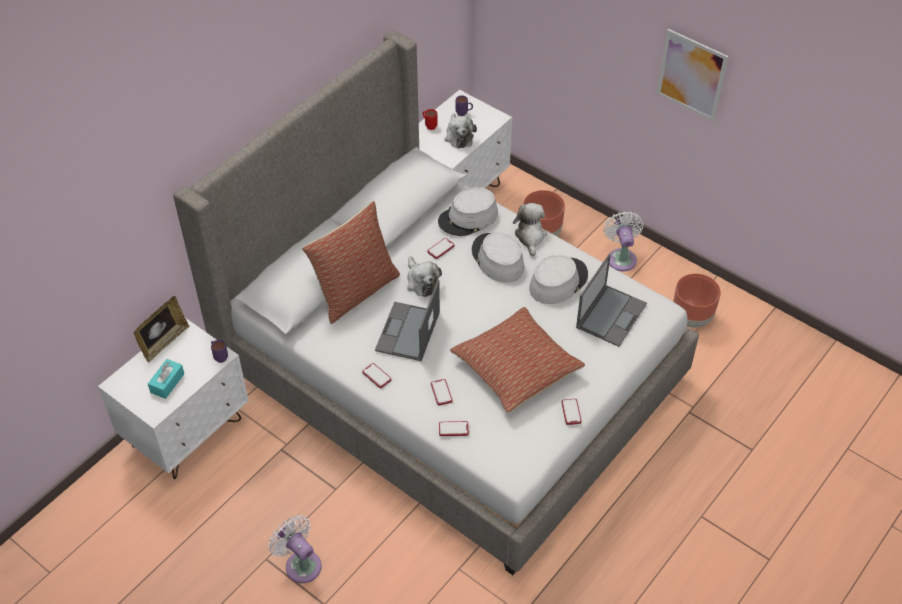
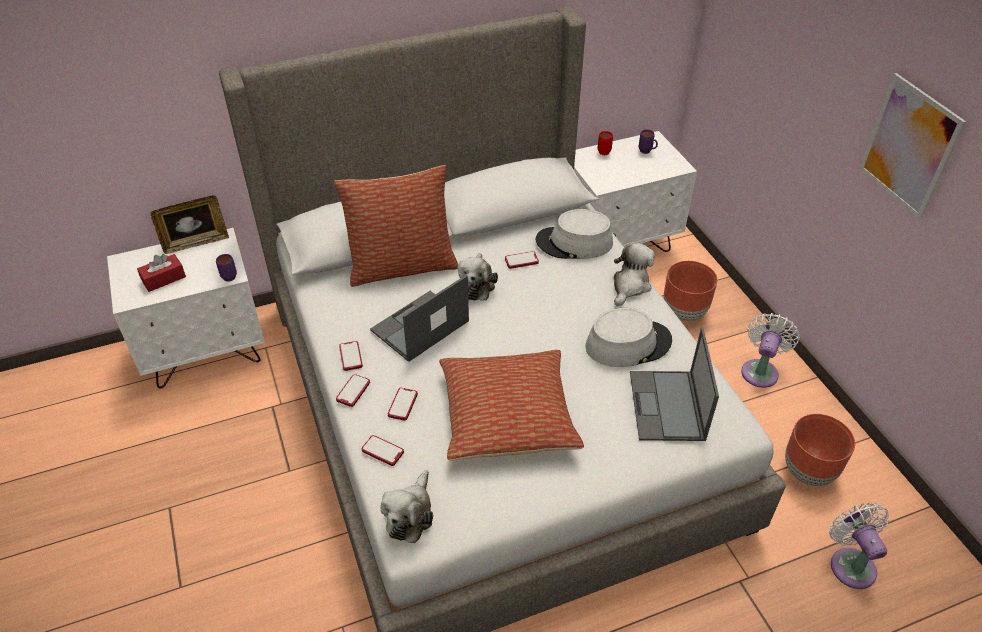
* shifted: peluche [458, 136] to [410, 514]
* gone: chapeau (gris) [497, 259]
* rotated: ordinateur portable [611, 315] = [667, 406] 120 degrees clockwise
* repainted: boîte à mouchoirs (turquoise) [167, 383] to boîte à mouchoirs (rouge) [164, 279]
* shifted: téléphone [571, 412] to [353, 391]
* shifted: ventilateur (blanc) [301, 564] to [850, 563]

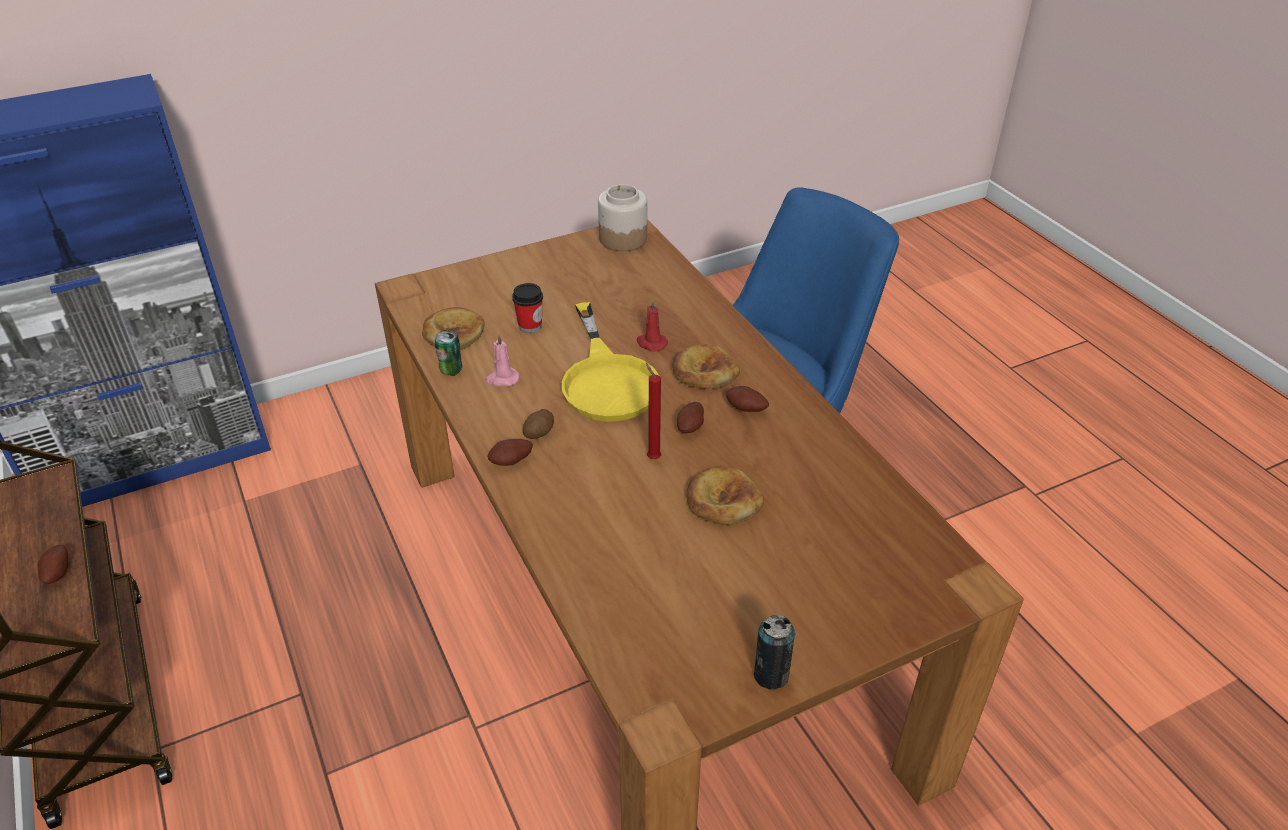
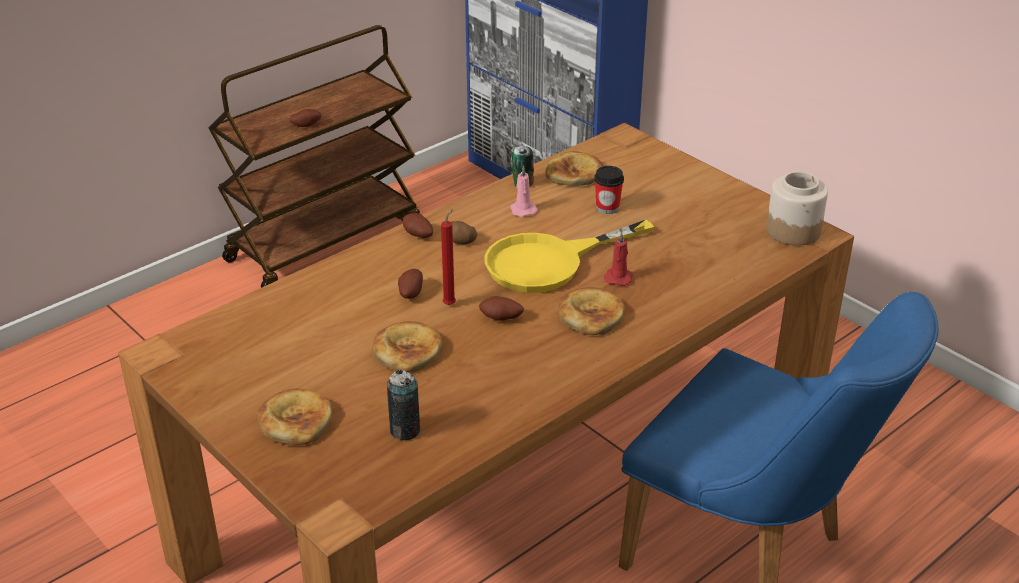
* shifted: pomme de terre [745, 409] to [410, 293]
* shifted: boîte métallique [771, 675] to [405, 431]
* new: pain [295, 421]

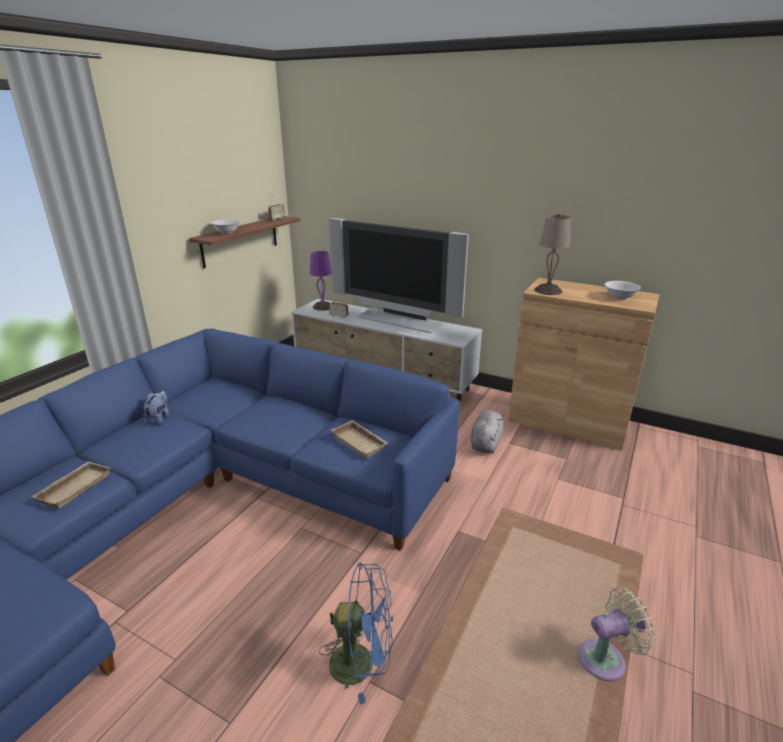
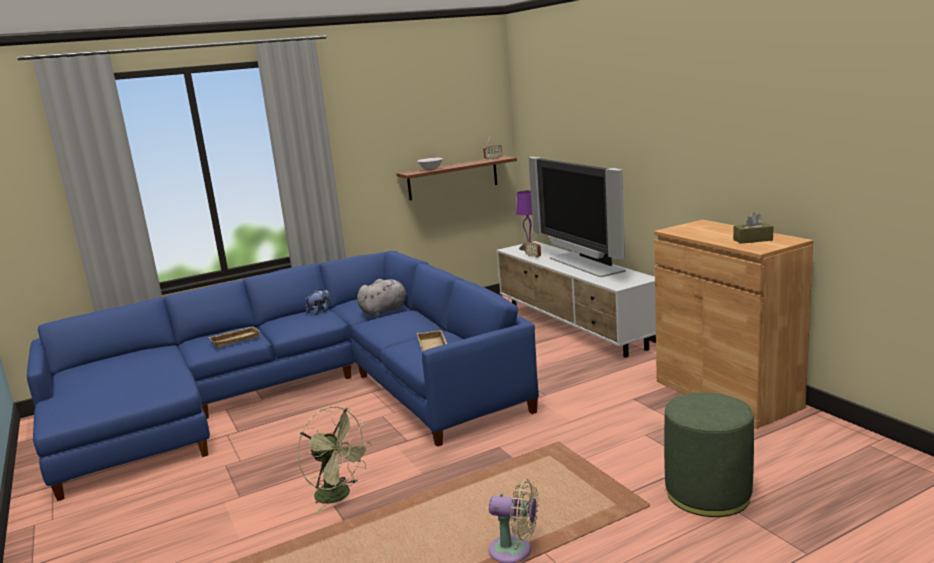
* gone: lampe de table (beige) [547, 290]
* swapped: bol (blanc) [619, 297] to boîte à mouchoirs (marron) [752, 240]
* shifted: peluche (gris) [486, 442] to [385, 310]
* repainted: ventilateur (bleu) [362, 663] to ventilateur (vert) [339, 496]
* new: pouf (vert) [708, 493]

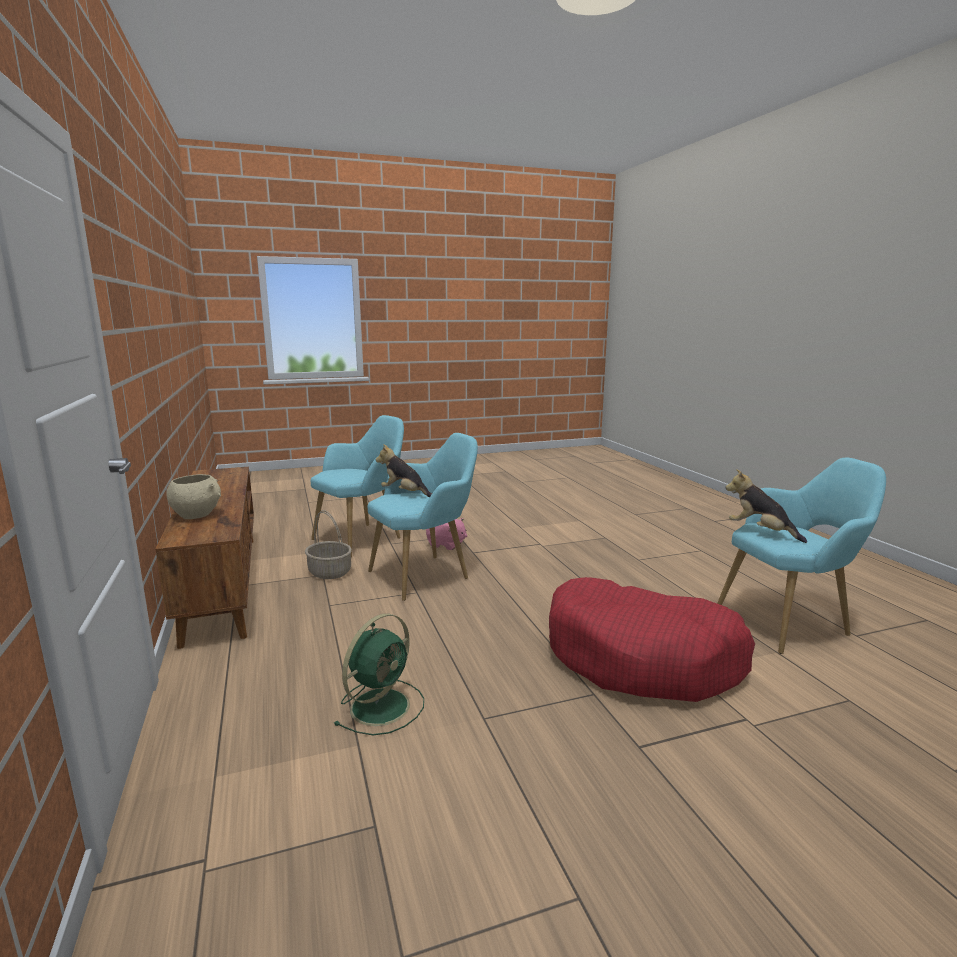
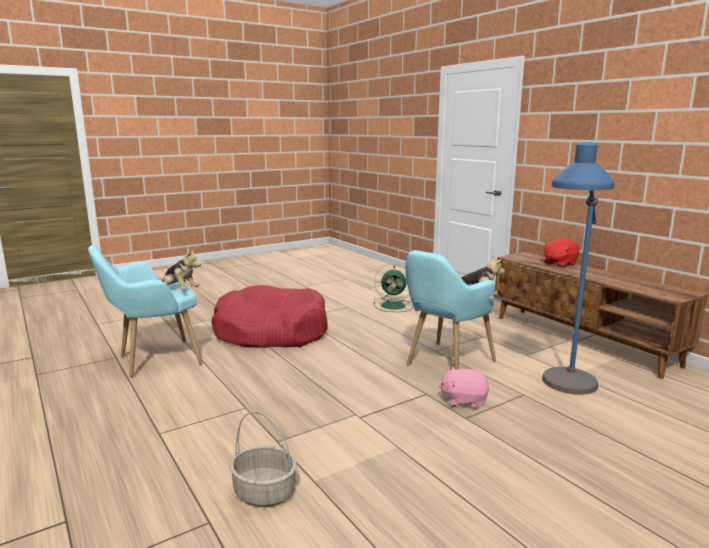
* swapped: fauteuil (turquoise) [363, 538] to lampadaire (bleu) [564, 398]
* swapped: bol (beige) [196, 515] to peluche (rouge) [559, 264]
* shifted: panier [330, 572] to [263, 492]
* rotated: ventilateur (vert) [382, 705] = [394, 306] 105 degrees counterclockwise

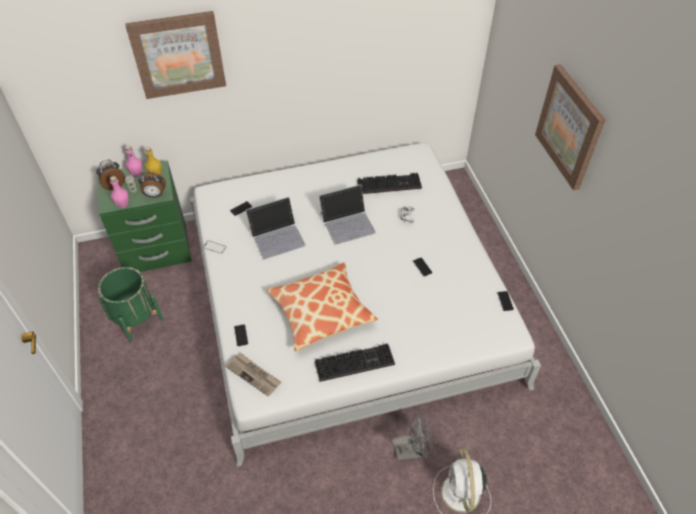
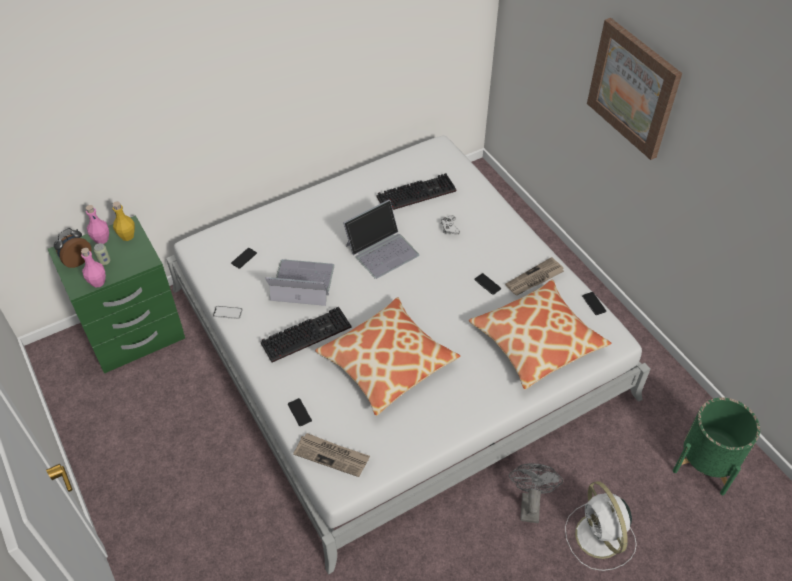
* gone: tableau [178, 54]
* gone: réveil [155, 195]
* rotated: ordinateur portable [277, 236] = [302, 283] 135 degrees counterclockwise
* shifted: cache-pot (vert) [136, 319] to [705, 463]
* shifted: clavier [355, 361] to [307, 333]
* rotated: ventilateur (gris) [412, 451] = [529, 503] 60 degrees counterclockwise
* new: journal [534, 279]
* new: coussin [537, 341]

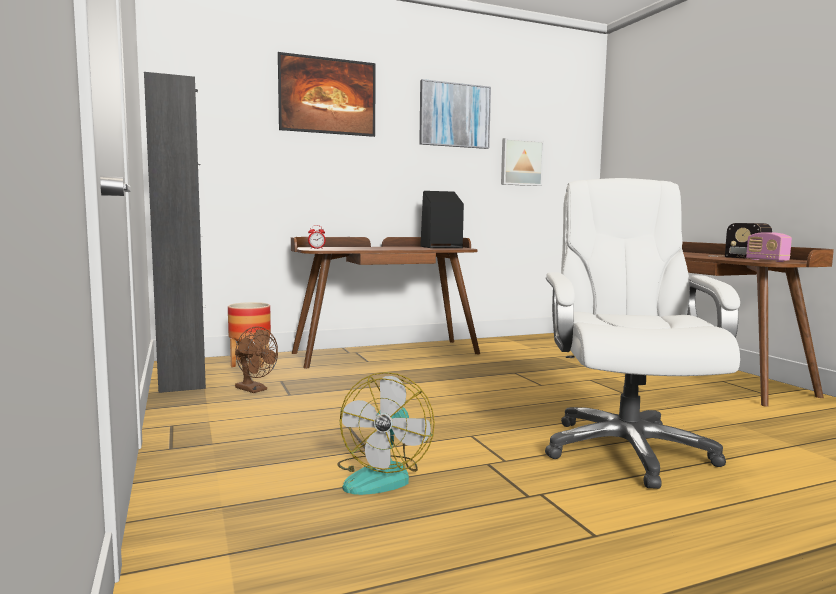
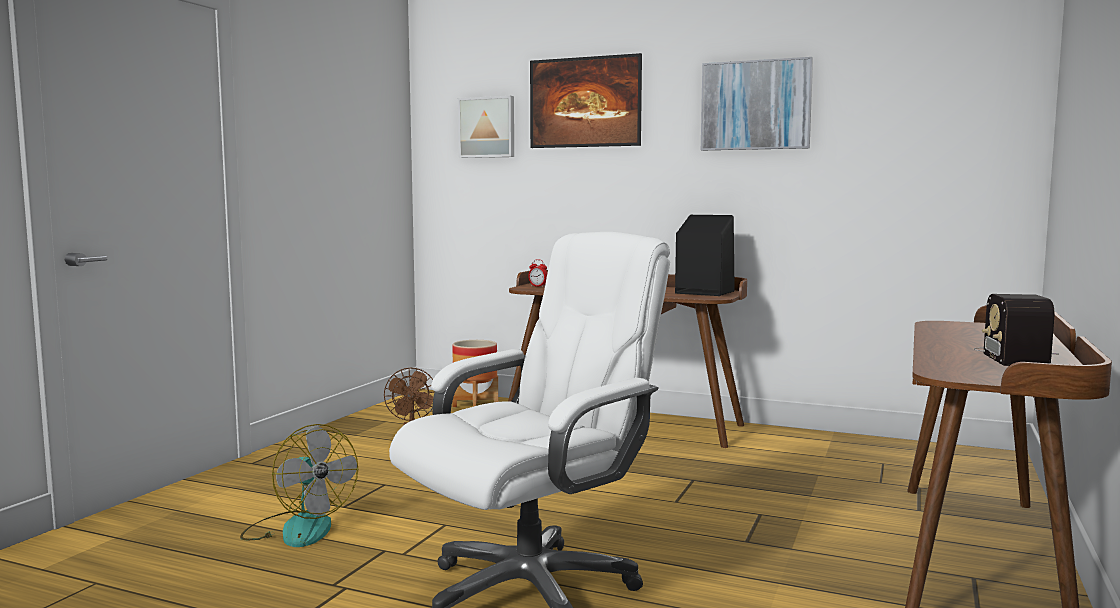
* gone: meuble de rangement (noir) [182, 378]
* shifted: tableau [521, 162] to [487, 127]
* gone: radio [767, 260]
* rotated: ventilateur [382, 475] = [298, 528] 105 degrees counterclockwise

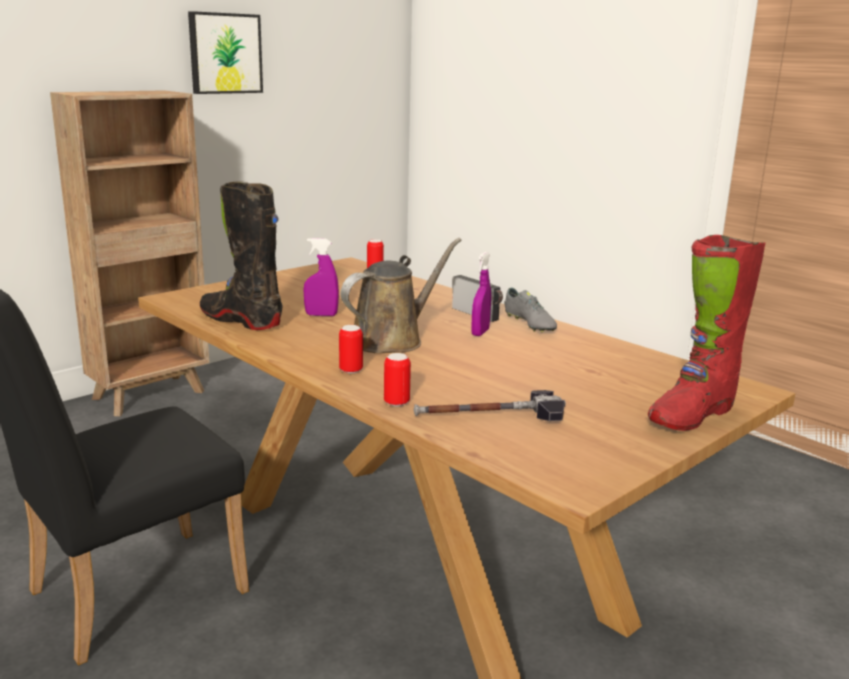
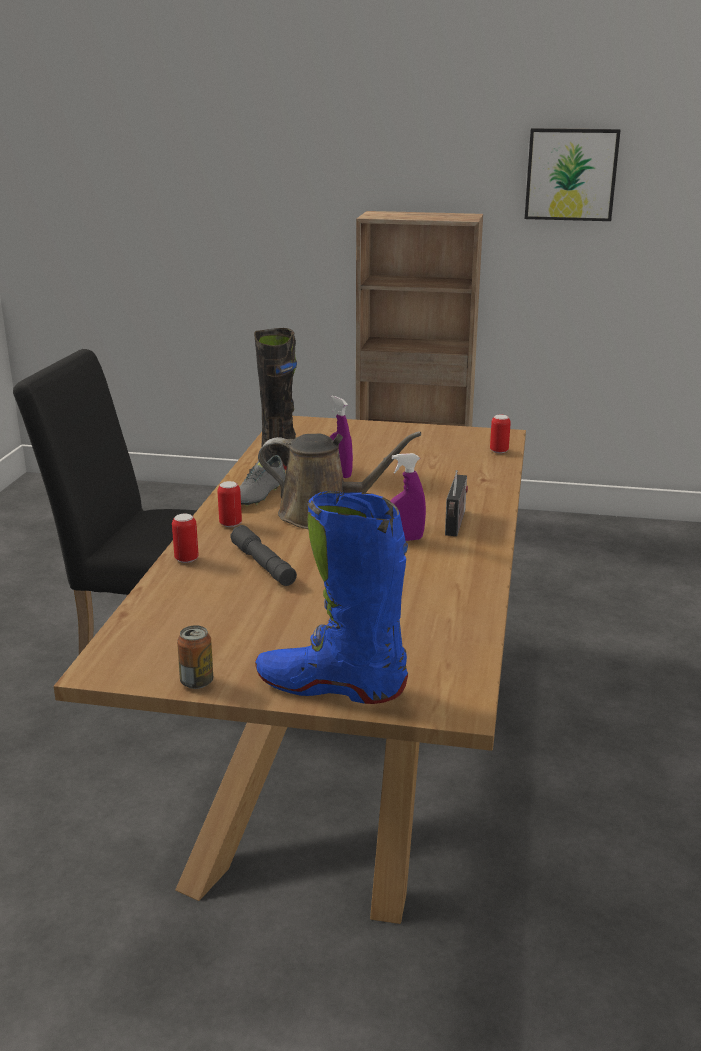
* repainted: botte (rouge) [692, 415] to botte (bleu) [331, 686]
* shifted: chaussure (gris) [529, 324] to [258, 495]
* gone: marteau [490, 416]
* new: lampe de poche (gris) [263, 565]
* new: boîte métallique [197, 682]

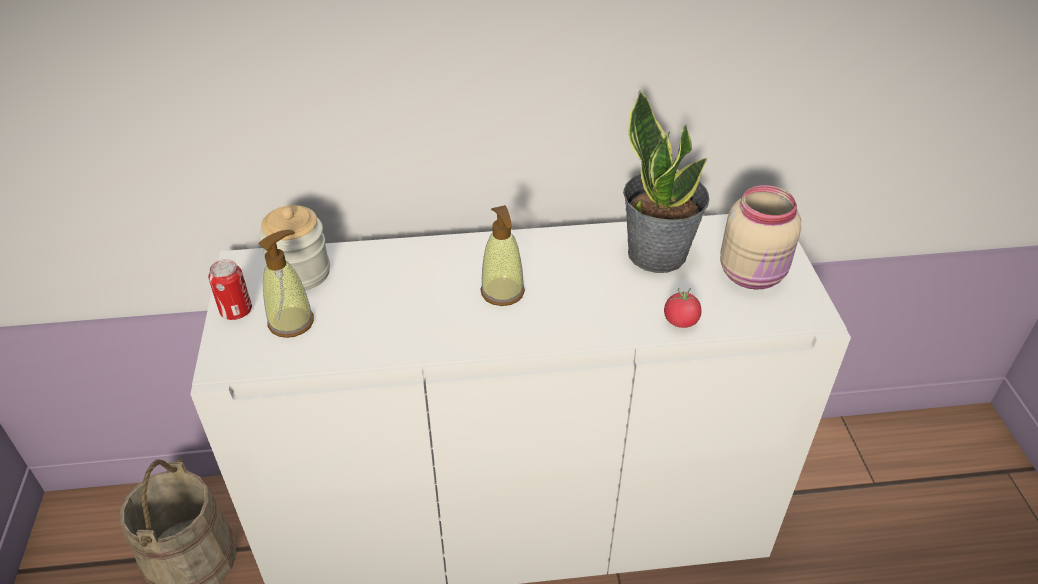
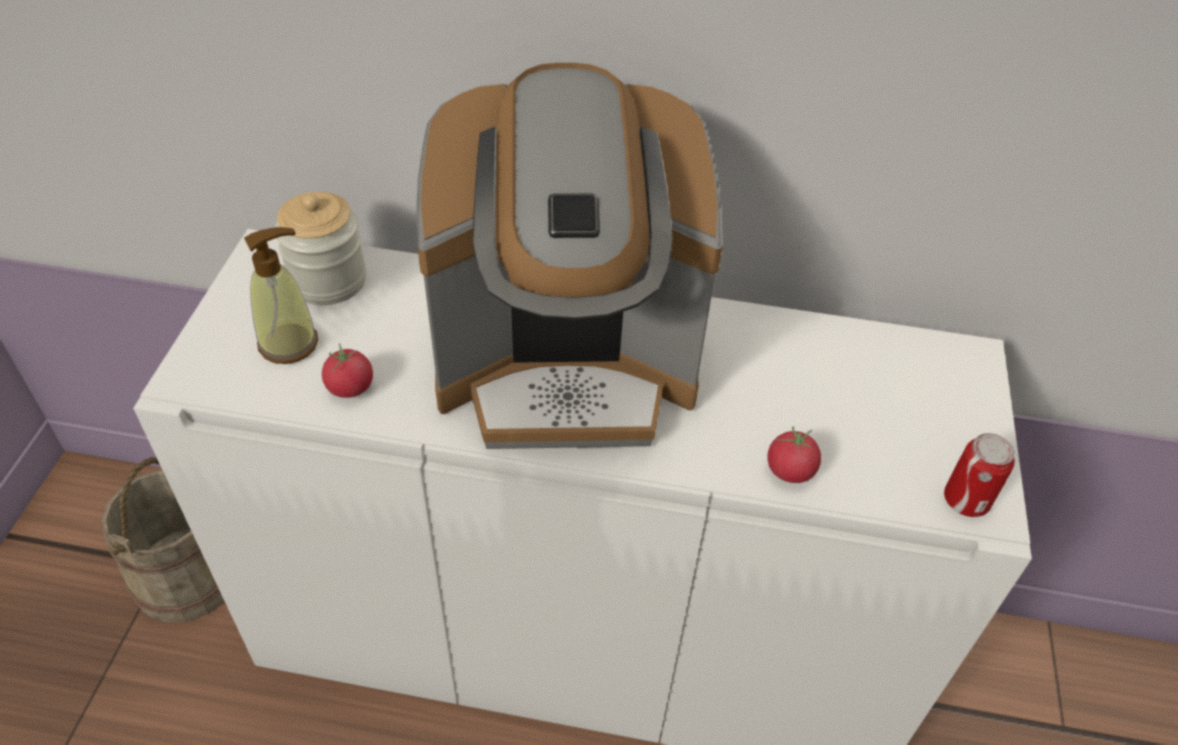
* gone: plante en pot [657, 253]
* gone: bocal (beige) [753, 274]
* swapped: distributeur de savon [502, 292] to machine à café [567, 368]
* shifted: boîte métallique [236, 311] to [966, 500]
* new: tomate [350, 387]

